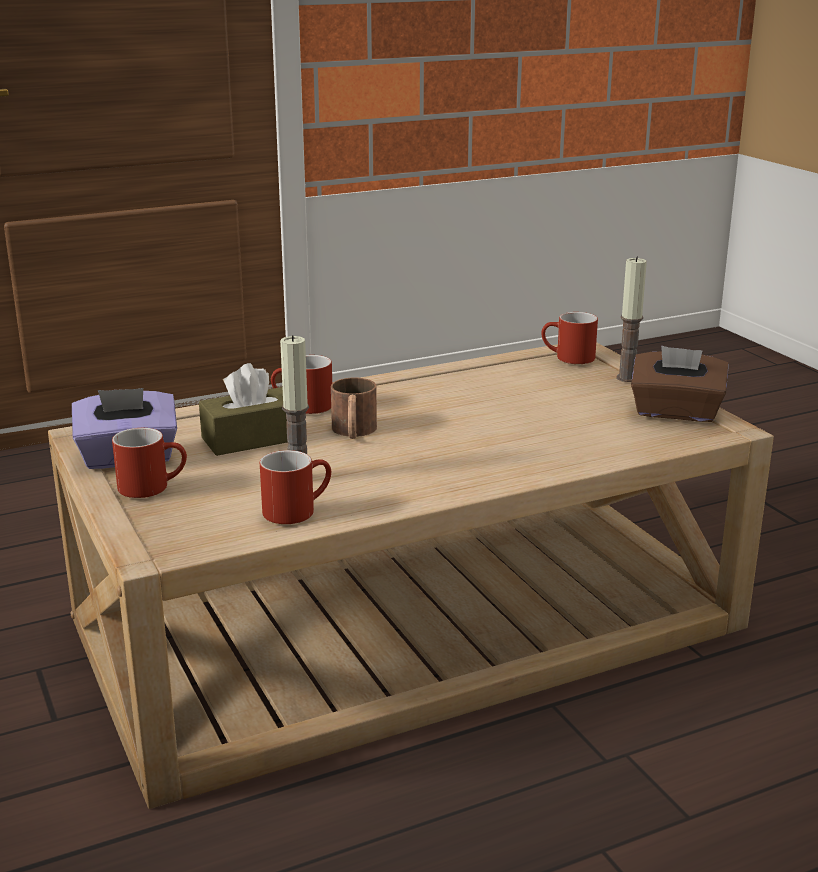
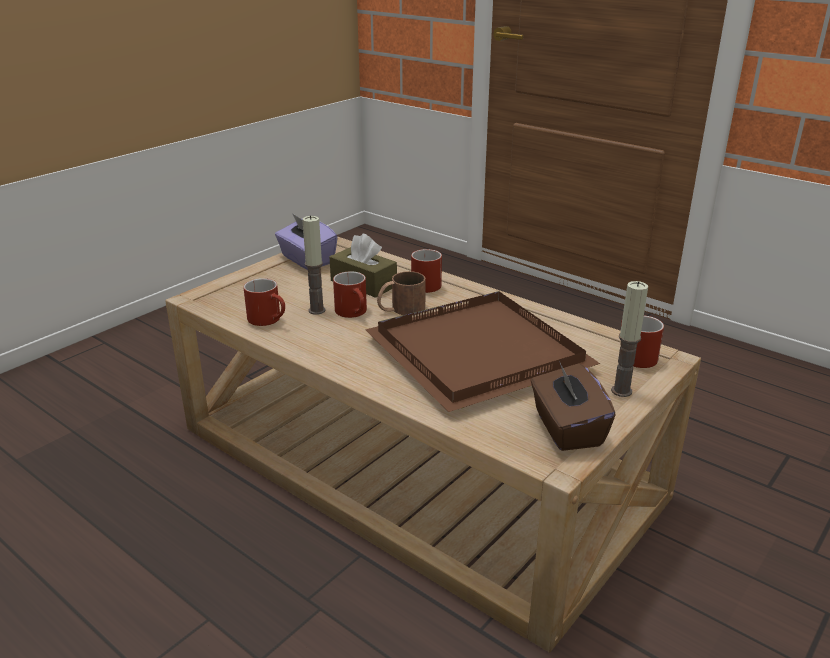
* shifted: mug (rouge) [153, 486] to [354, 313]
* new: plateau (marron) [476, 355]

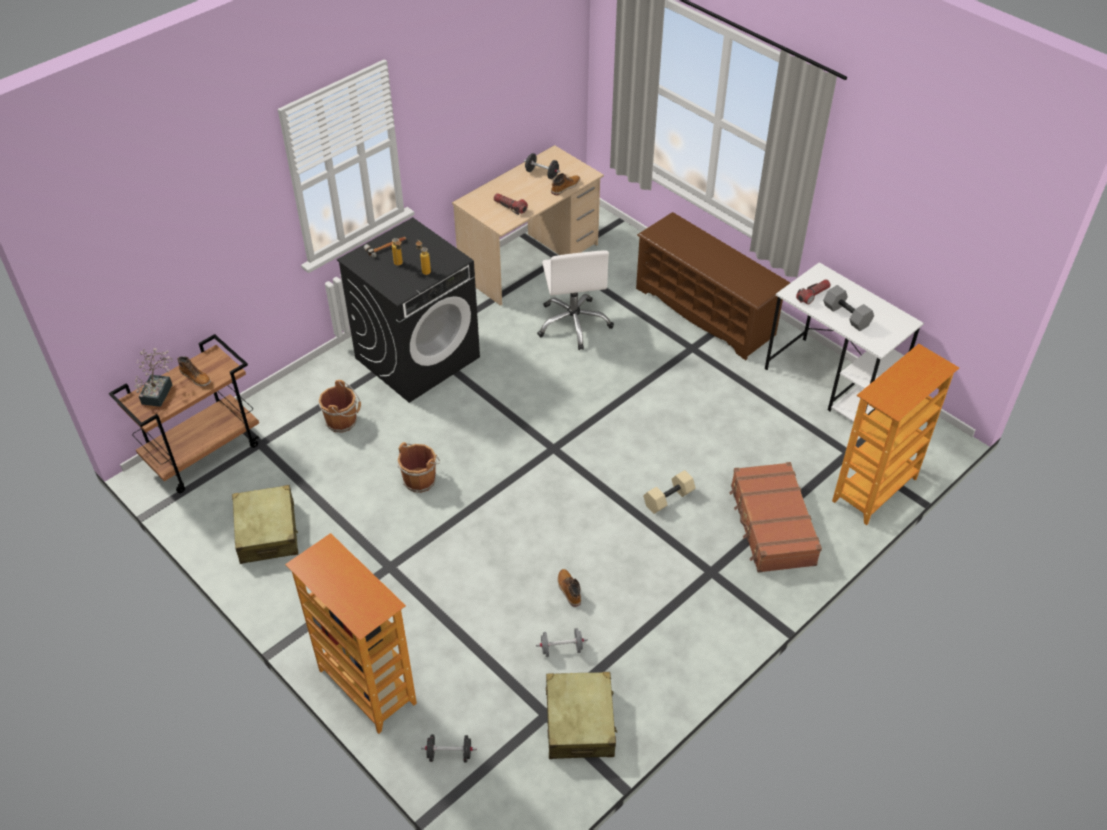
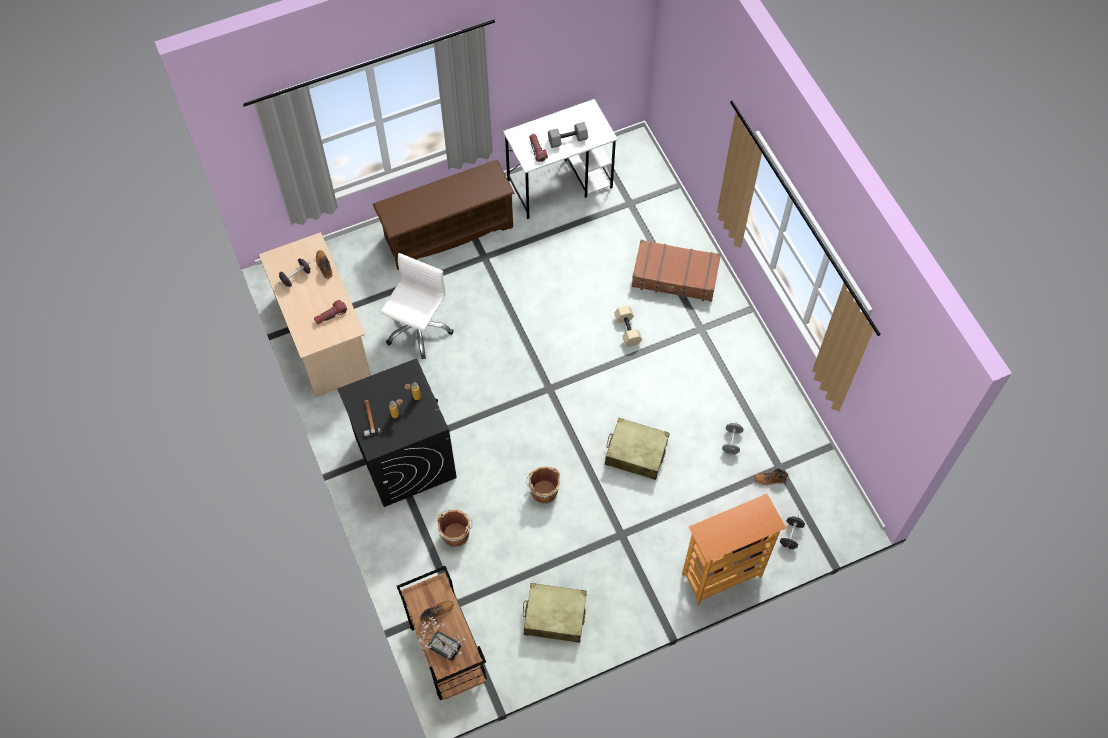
* rotated: chaise de bureau (blanc) [574, 323] = [418, 329] 75 degrees counterclockwise
* gone: bibliothèque [875, 490]
* shifted: botte [569, 590] to [769, 480]
* shifted: valise (beige) [579, 722] to [636, 453]

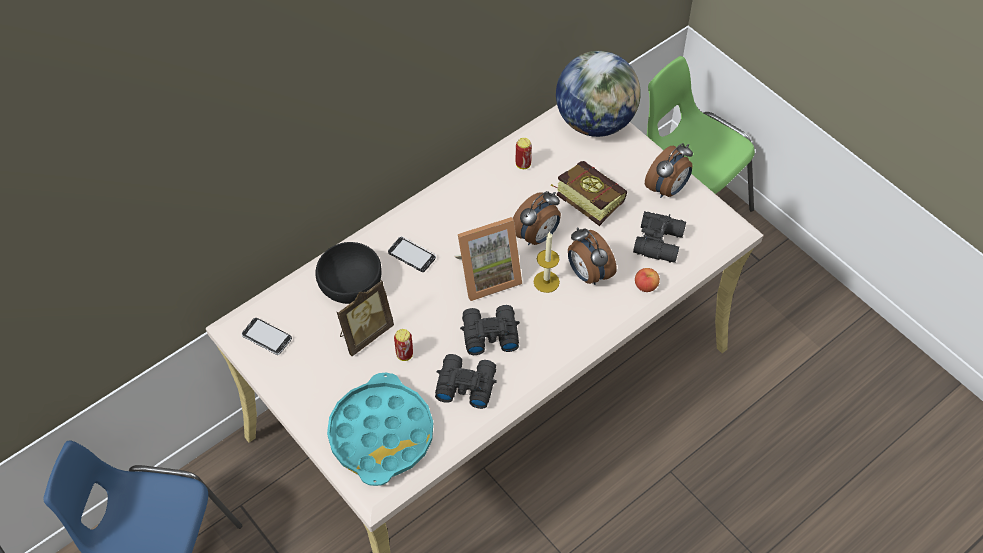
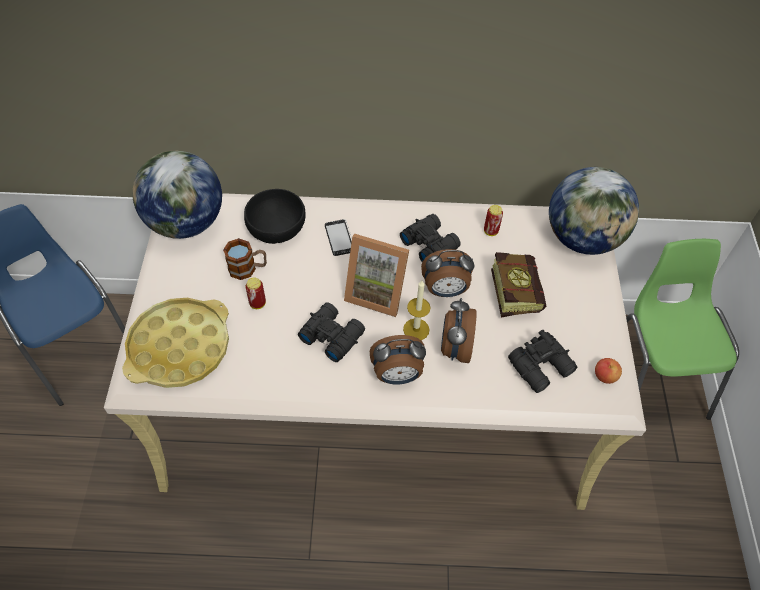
* shifted: réveil [667, 189] to [397, 375]
* shifted: pomme [646, 286] to [605, 376]
* swapped: cadre photo [364, 334] to mug [248, 268]
* swapped: téléphone [267, 337] to globe [186, 223]
* shifted: jumelles (noir) [465, 384] to [429, 243]
* repainted: plateau (turquoise) [381, 434] to plateau (jaune) [180, 347]

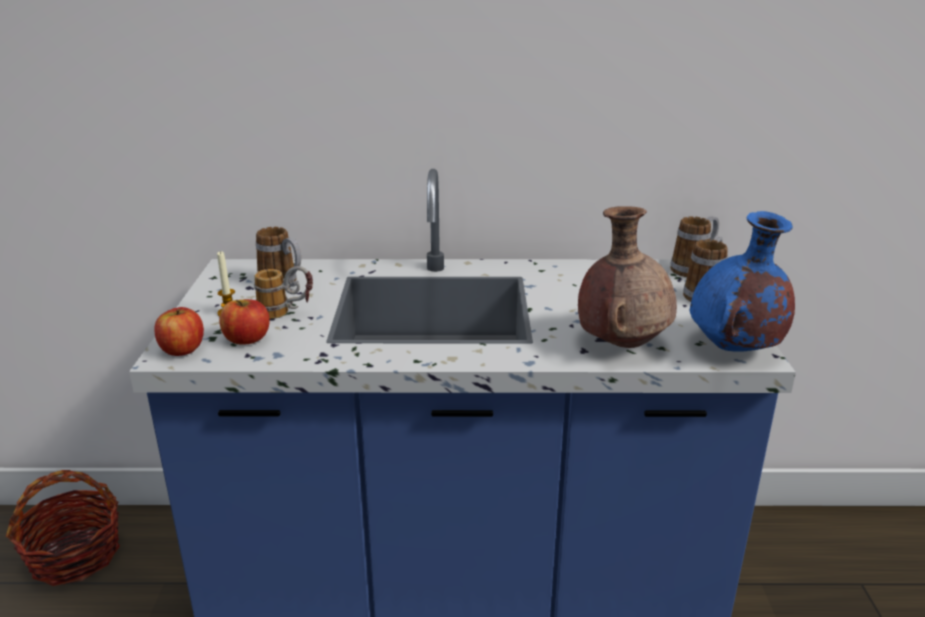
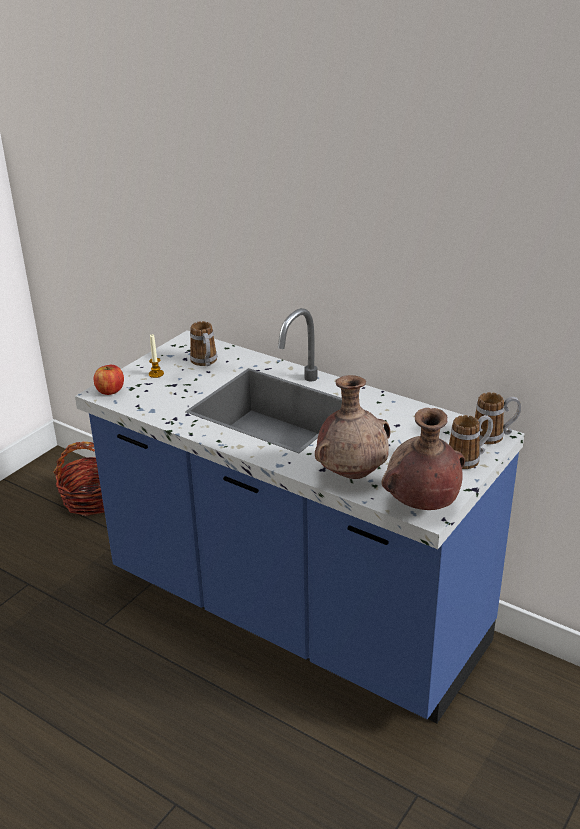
* repainted: vase (bleu) [734, 350] to vase (marron) [421, 505]
* gone: mug [286, 313]
* gone: pomme [247, 339]

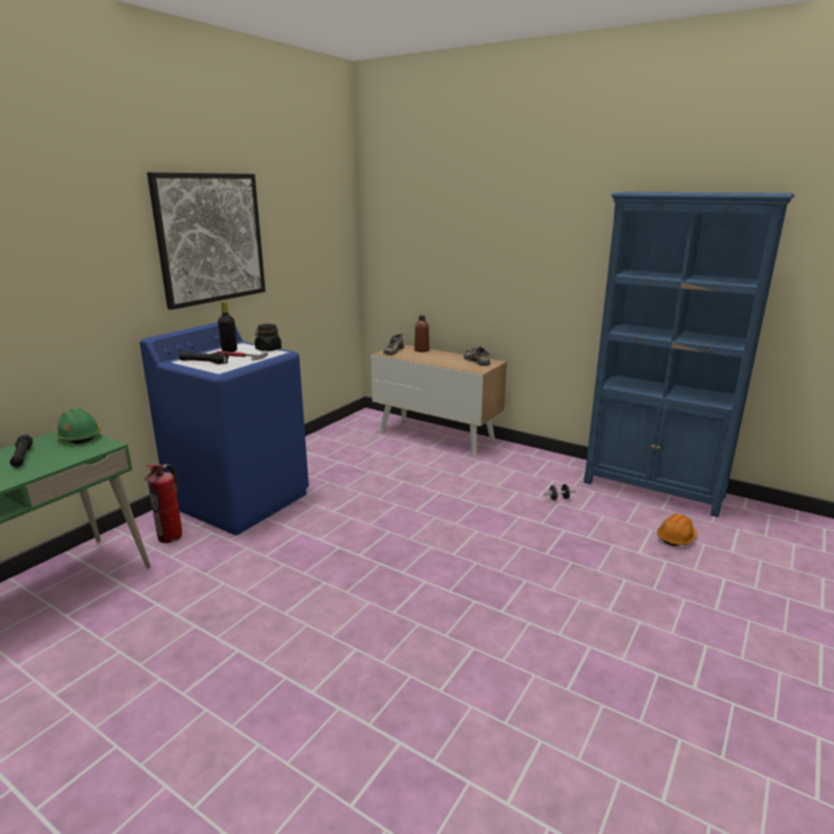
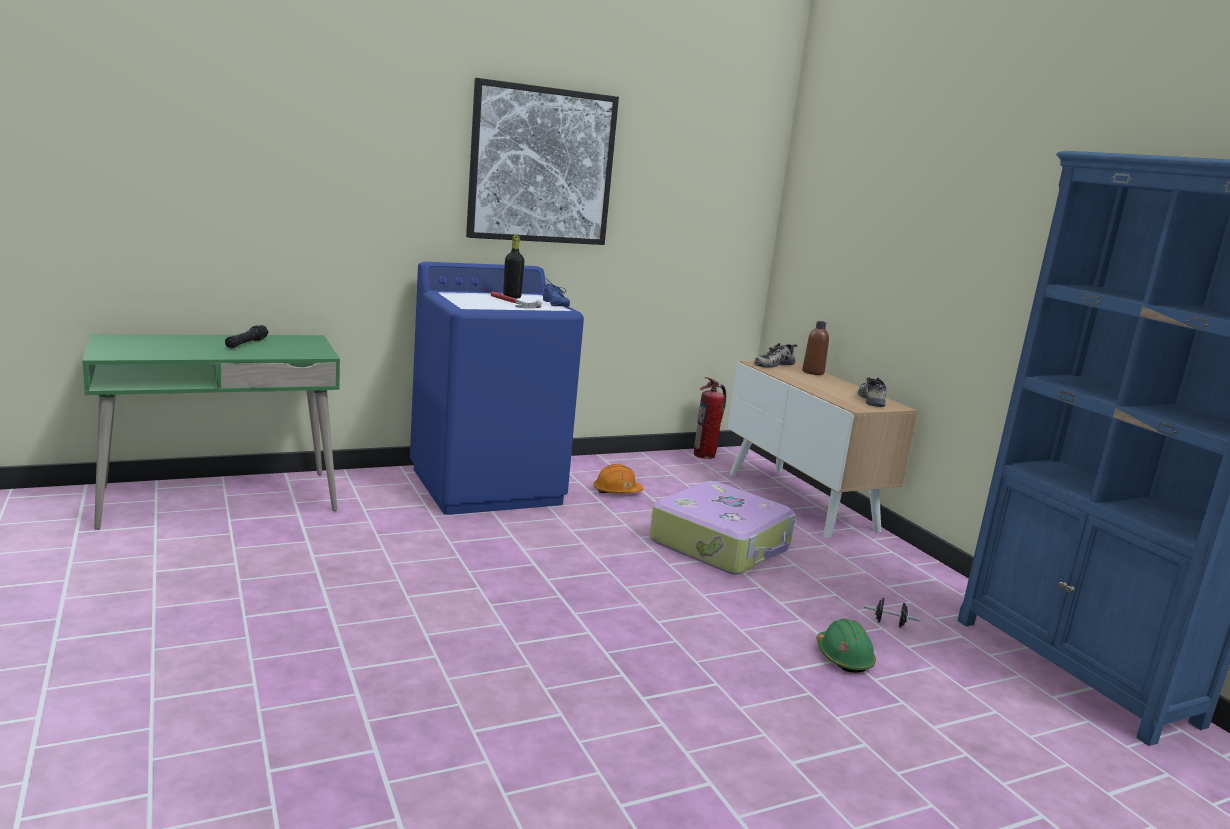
* swapped: bocal (noir) [268, 349] to chaussure (bleu) [554, 304]
* gone: lampe de poche (noir) [204, 362]
* shifted: casque de chantier (vert) [79, 436] to [843, 657]
* shifted: extincteur [171, 536] to [705, 455]
* shifted: casque de chantier (orange) [676, 538] to [616, 491]
* new: valise [721, 544]

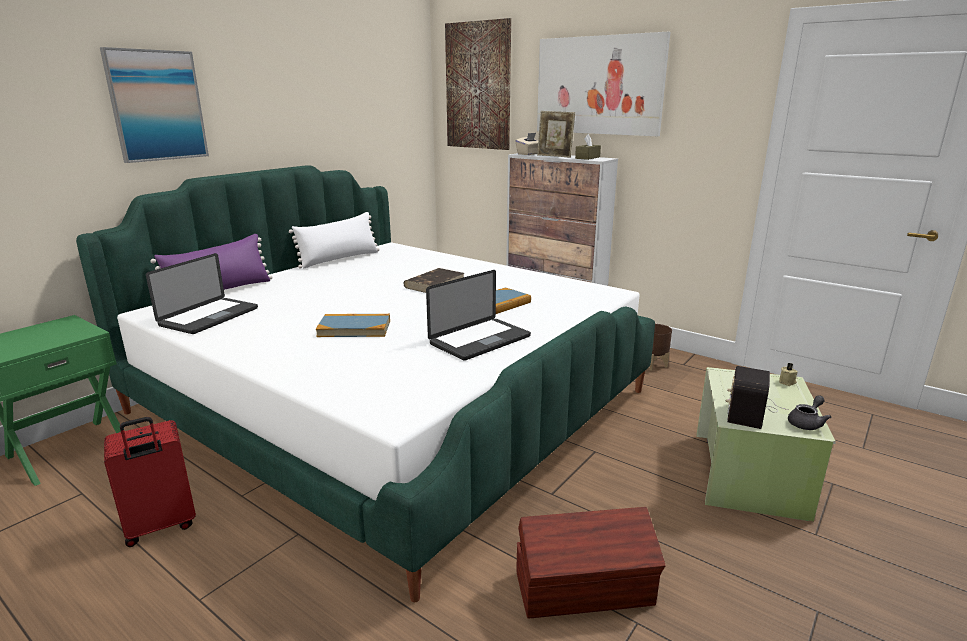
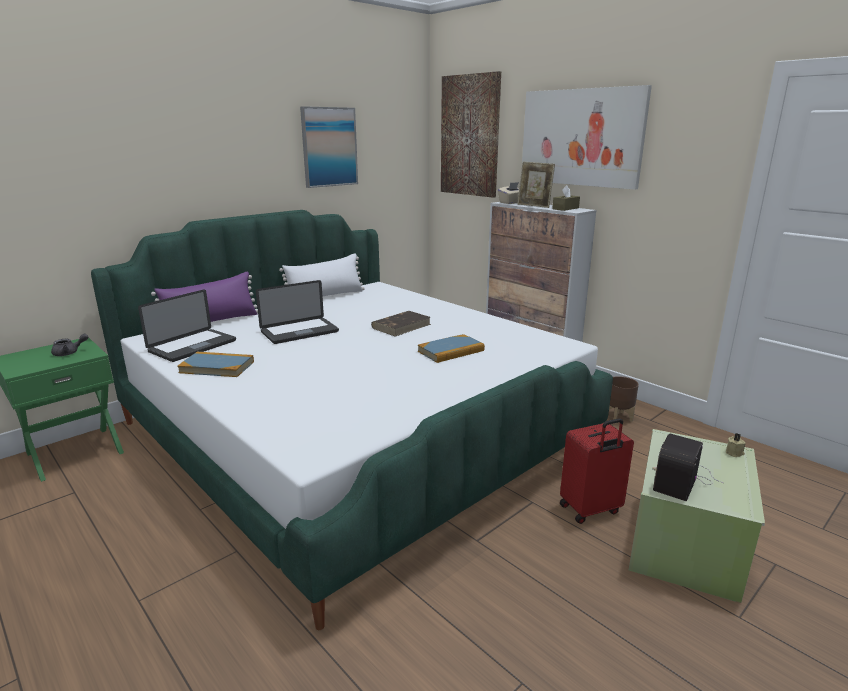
* shifted: tableau [157, 106] to [329, 147]
* shifted: ordinateur portable [480, 340] to [299, 332]
* shifted: livre [354, 328] to [217, 367]
* shifted: théière (gris) [807, 423] to [69, 353]
* shifted: valise (rouge) [161, 526] to [590, 510]
* gone: boîte de rangement (marron) [585, 590]

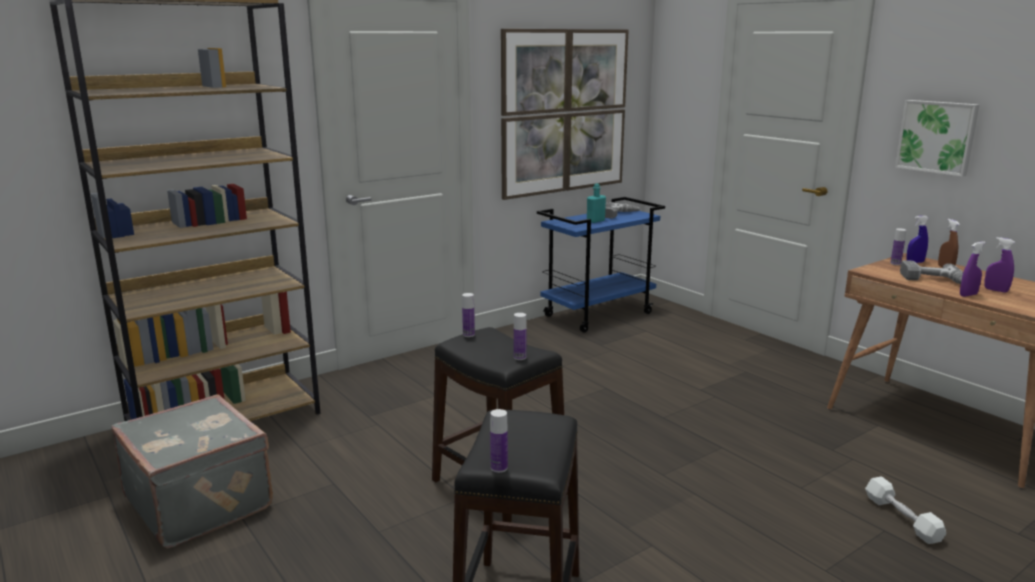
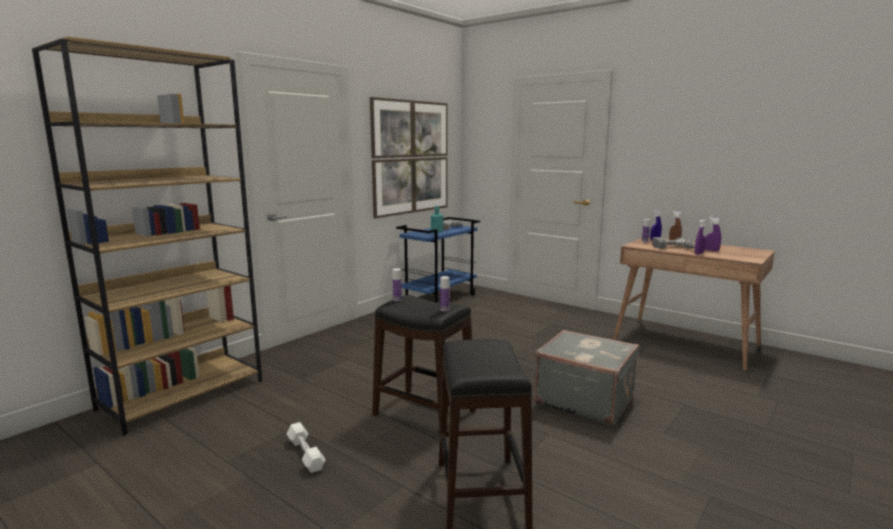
* gone: tableau [937, 137]
* shifted: valise (gris) [201, 501] to [584, 400]
* gone: bouteille [499, 468]
* shifted: haltère (blanc) [902, 518] to [305, 454]

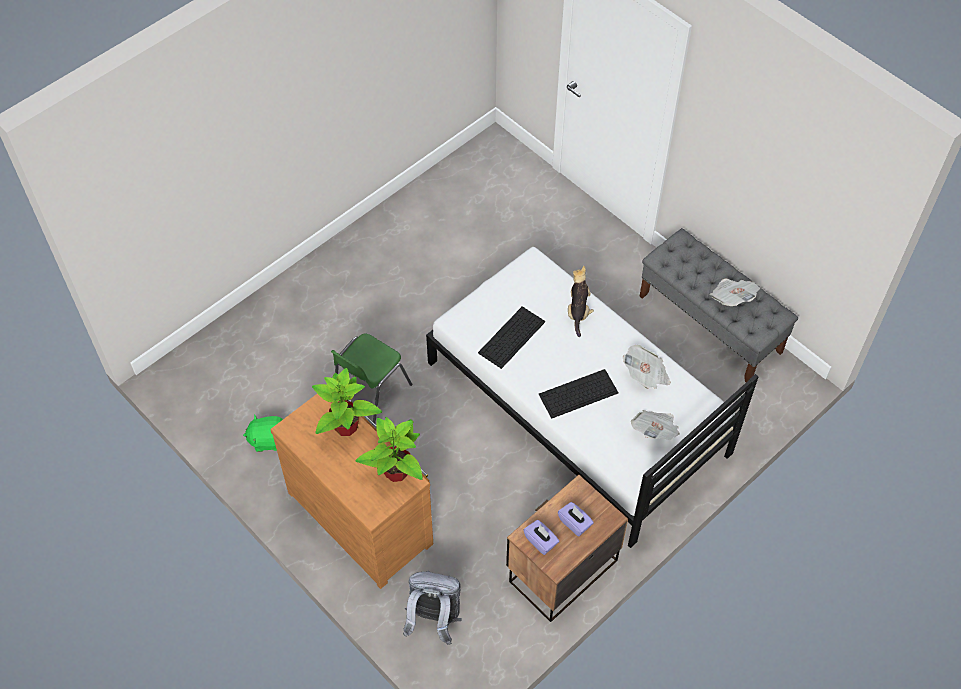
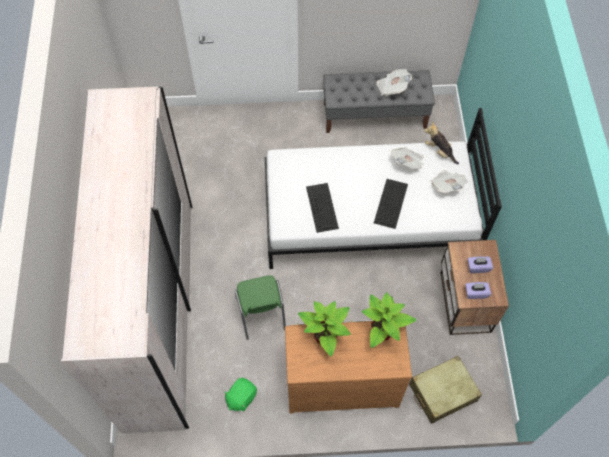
* shifted: peluche [578, 311] to [439, 151]
* swapped: sac à dos (gris) [434, 620] to valise (beige) [442, 393]
* new: armoire (blanc) [159, 312]

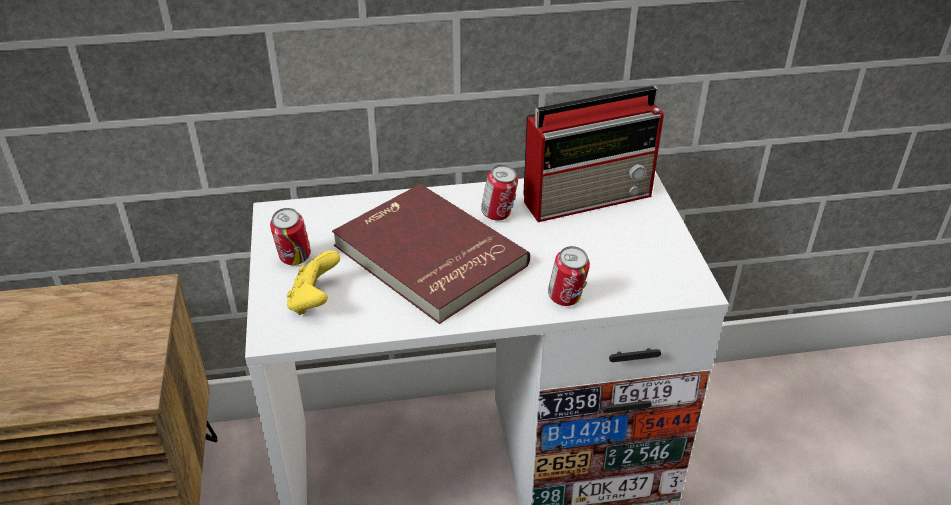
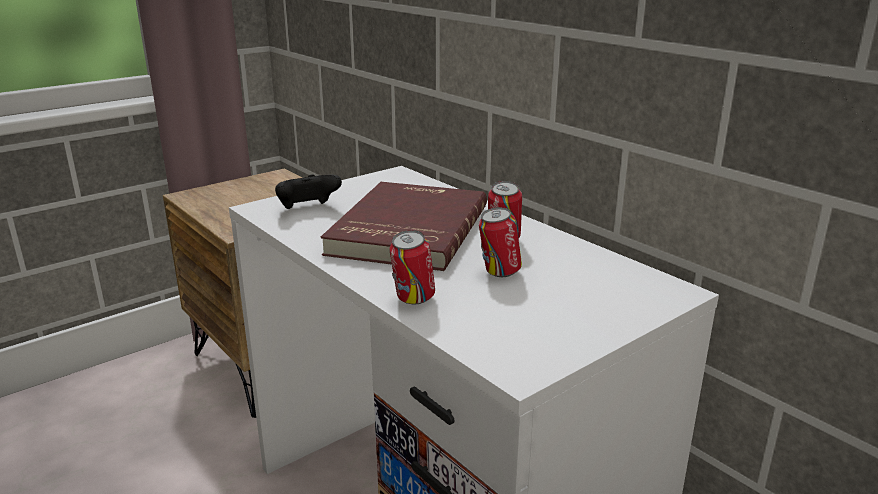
* gone: radio [589, 197]
* shifted: boîte métallique [294, 260] to [499, 273]
* repainted: manette (jaune) [314, 301] to manette (noir) [308, 209]

